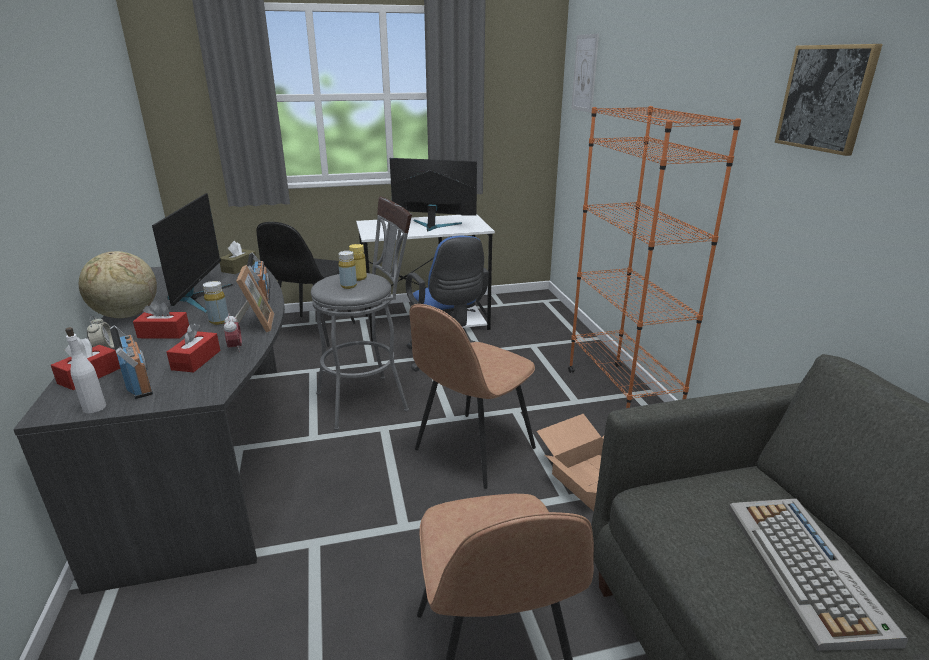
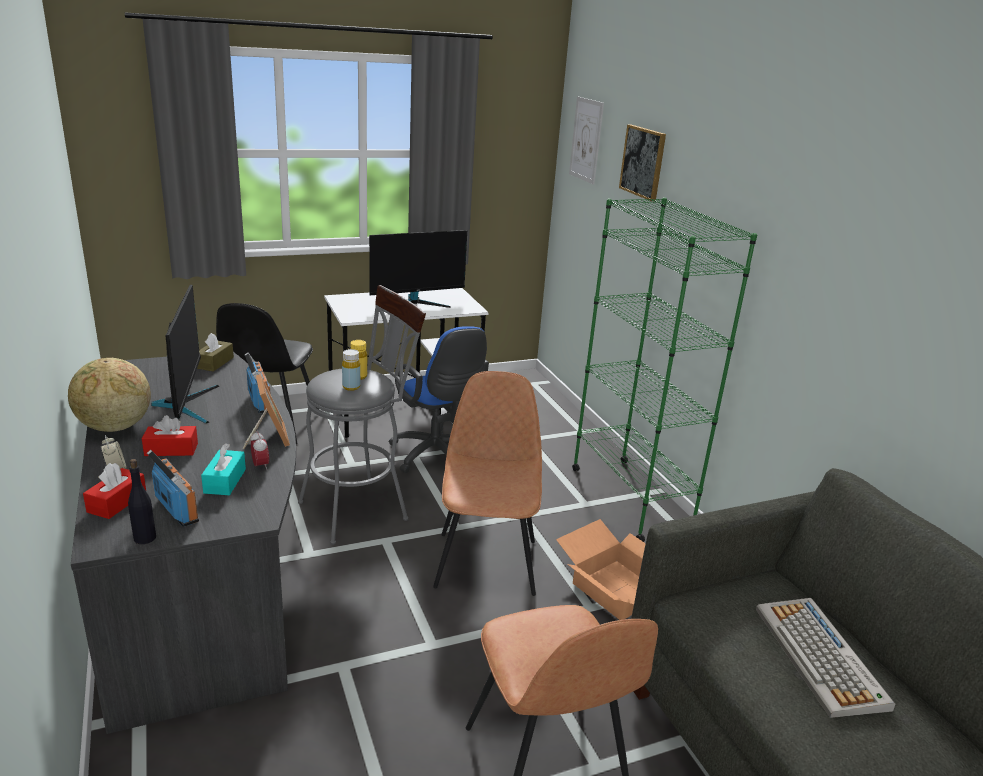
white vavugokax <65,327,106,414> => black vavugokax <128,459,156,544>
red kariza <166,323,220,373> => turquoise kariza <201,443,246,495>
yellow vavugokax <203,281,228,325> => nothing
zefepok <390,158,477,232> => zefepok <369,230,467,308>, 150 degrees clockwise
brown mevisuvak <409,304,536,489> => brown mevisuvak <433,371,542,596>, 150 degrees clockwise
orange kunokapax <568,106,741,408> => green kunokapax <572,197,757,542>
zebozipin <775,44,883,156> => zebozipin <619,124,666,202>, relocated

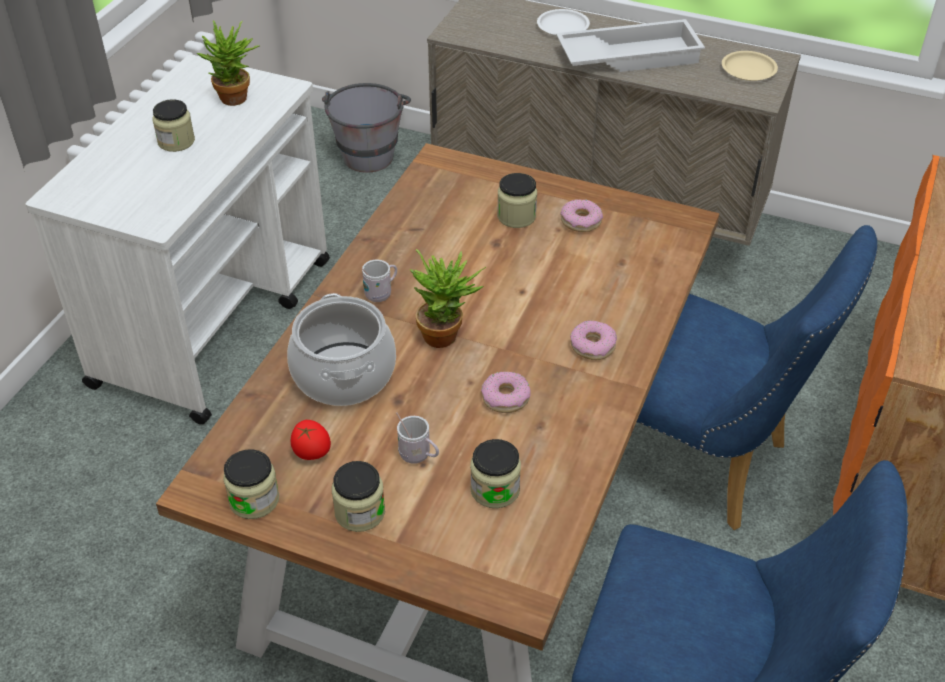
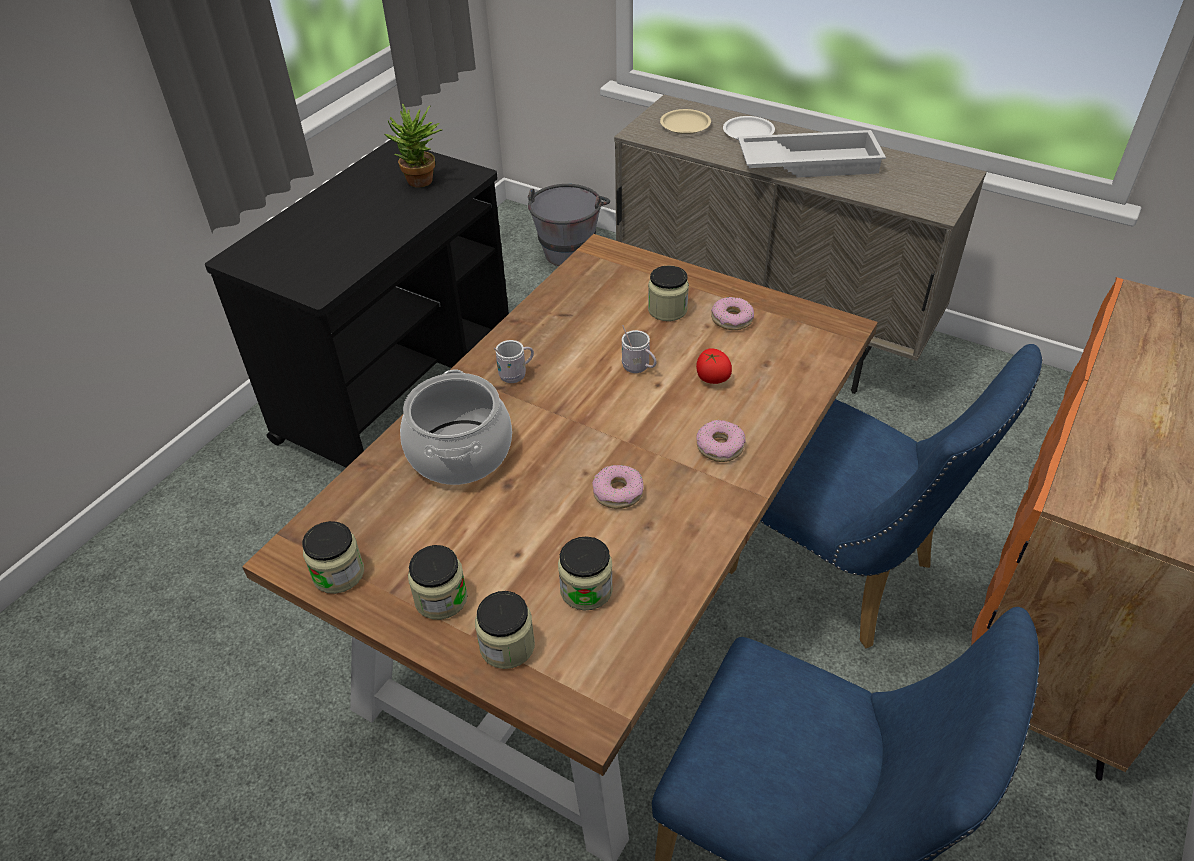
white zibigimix <25,54,330,425> => black zibigimix <205,140,509,468>
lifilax <152,99,195,152> => lifilax <475,591,535,669>, relocated
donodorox <291,420,331,460> => donodorox <696,348,732,384>, relocated
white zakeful <396,412,439,464> => white zakeful <622,325,657,373>, relocated
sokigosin <409,249,486,348> => nothing
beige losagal <722,51,778,81> => beige losagal <660,109,711,134>, relocated

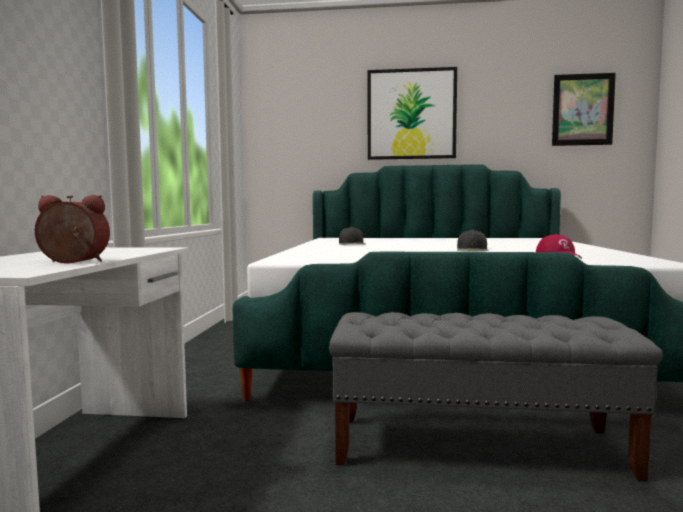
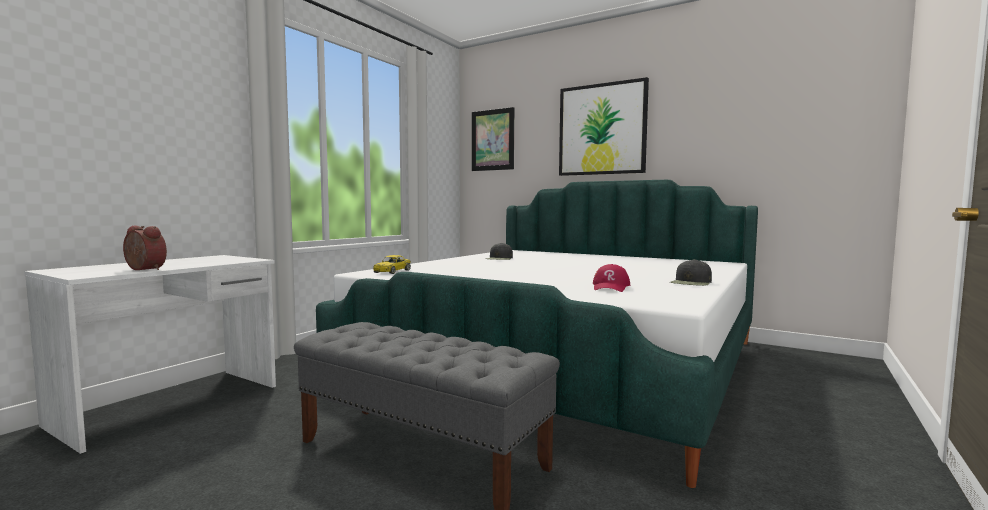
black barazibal <457,230,489,251> => black barazibal <670,259,712,286>, relocated
zebozipin <552,73,616,146> => zebozipin <472,107,514,171>, relocated
nothing => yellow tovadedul <373,255,411,274>

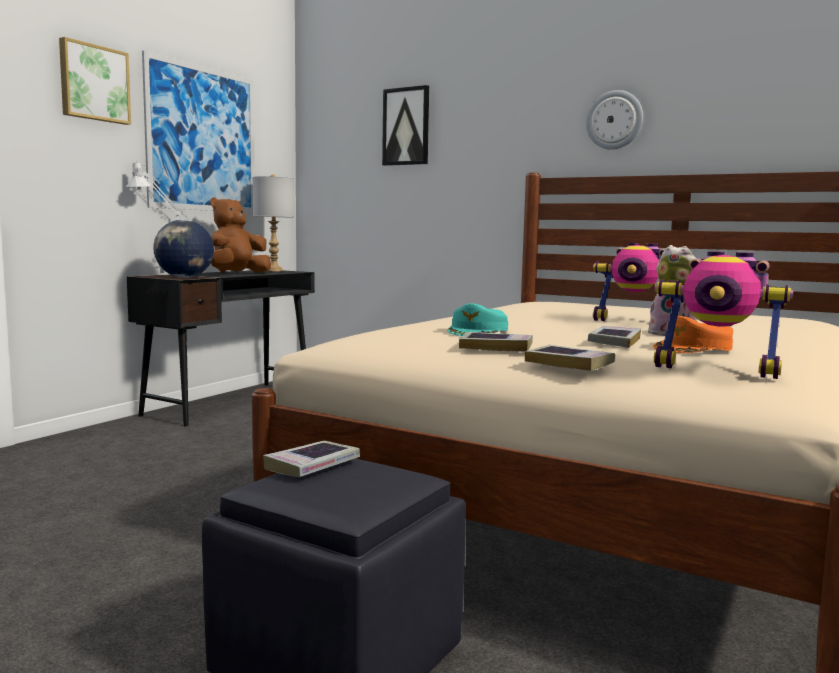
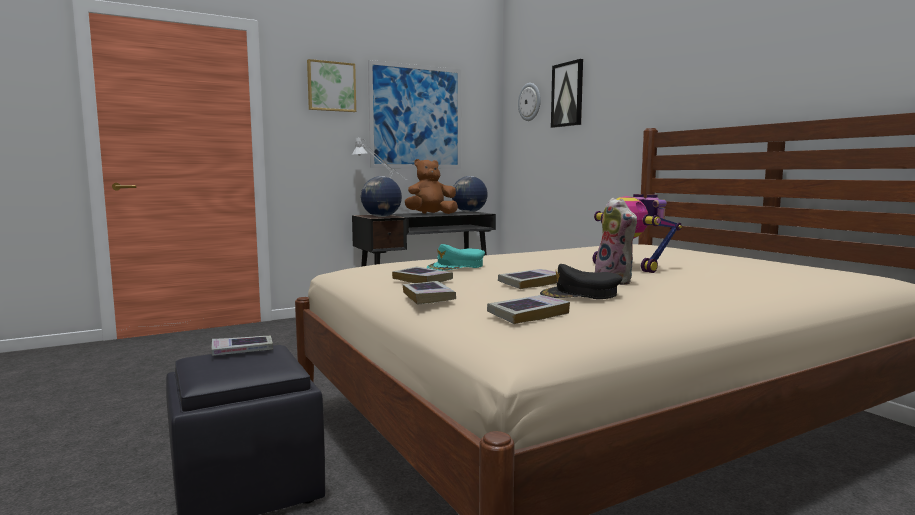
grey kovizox <252,174,294,271> => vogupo <452,176,488,212>
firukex <586,90,643,150> => firukex <518,83,541,121>, relocated
orange barazibal <653,316,733,353> => black barazibal <540,264,622,299>
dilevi <654,251,793,379> => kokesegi <487,295,570,324>

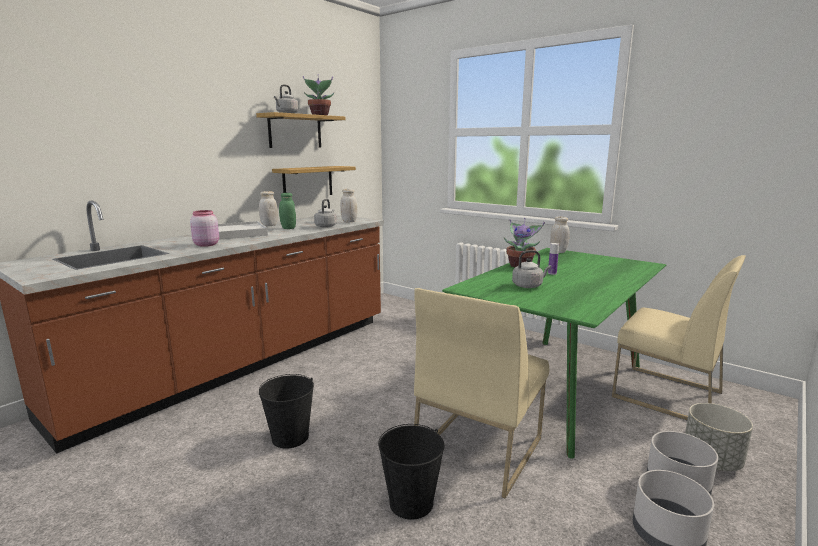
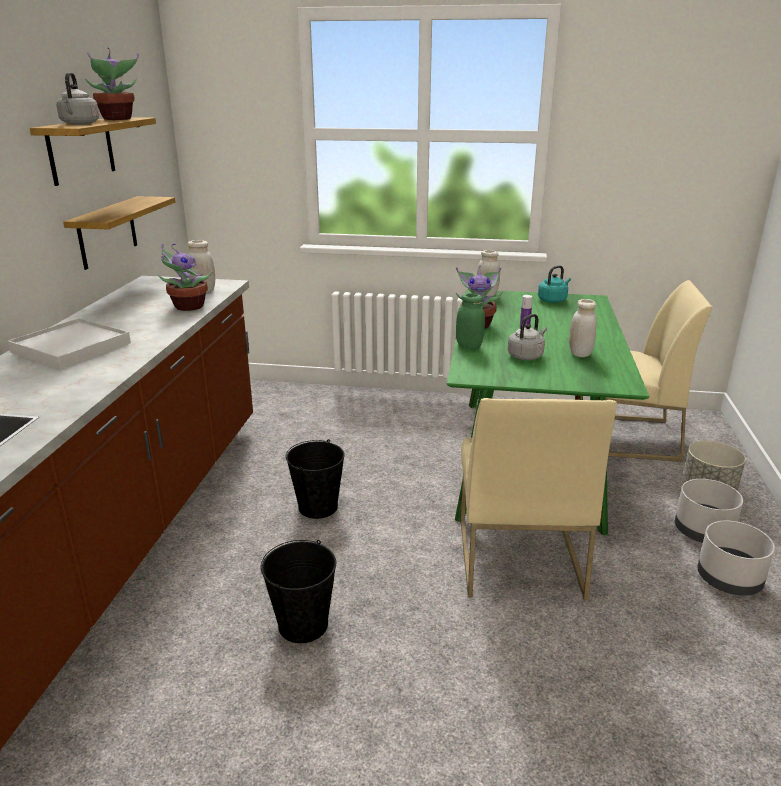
pink lifilax <190,210,219,247> => nothing
white lifilax <259,191,278,226> => white lifilax <569,299,597,357>, relocated
green lifilax <279,193,296,229> => green lifilax <456,293,485,350>, relocated
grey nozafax <314,199,337,228> => sokigosin <158,243,213,311>
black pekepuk <378,424,444,520> => black pekepuk <285,439,345,519>, relocated
nothing => turquoise nozafax <538,265,571,303>

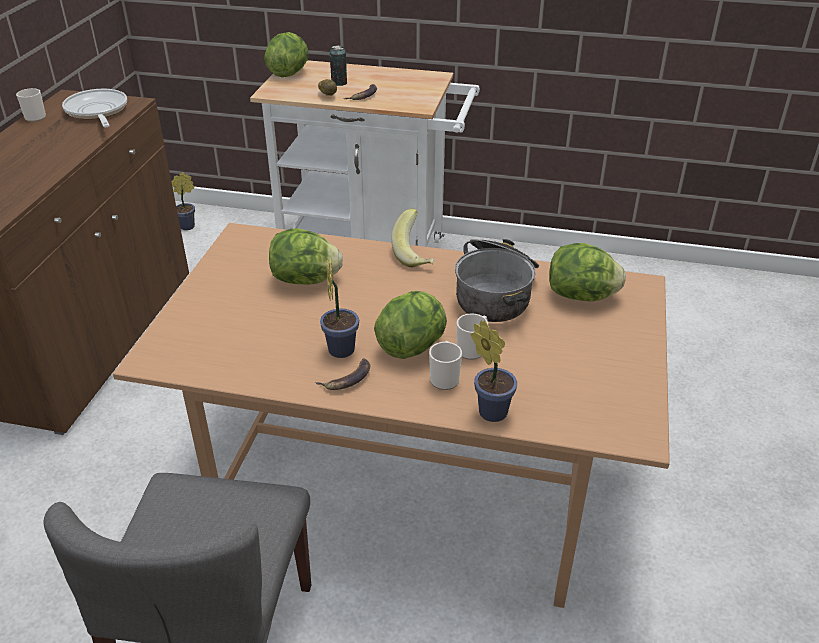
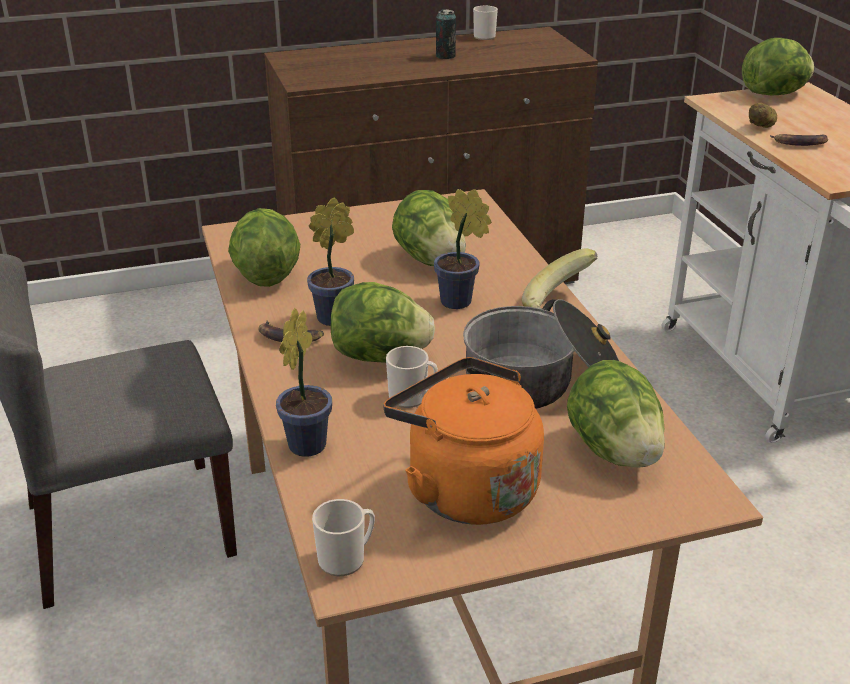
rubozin <62,89,127,127> => nothing
sokigosin <171,172,195,230> => sokigosin <434,189,492,309>, relocated
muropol <330,45,347,86> => muropol <436,9,456,59>, relocated
zakeful <429,341,462,390> => zakeful <312,499,375,576>, relocated
nothing => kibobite <228,208,300,287>
nothing => orange nozafax <383,357,544,525>

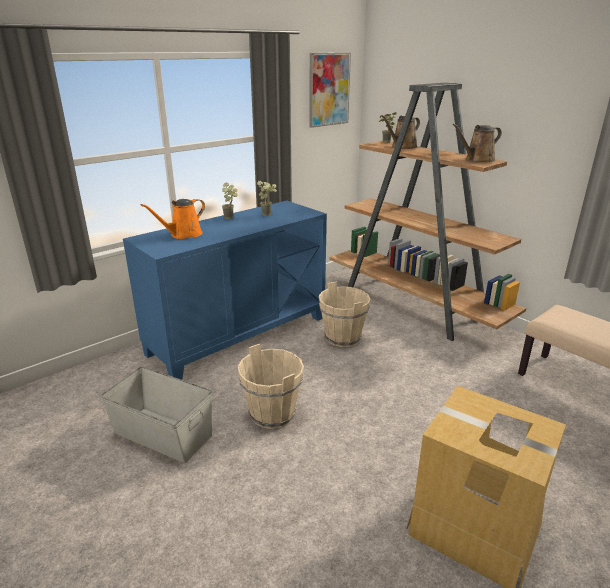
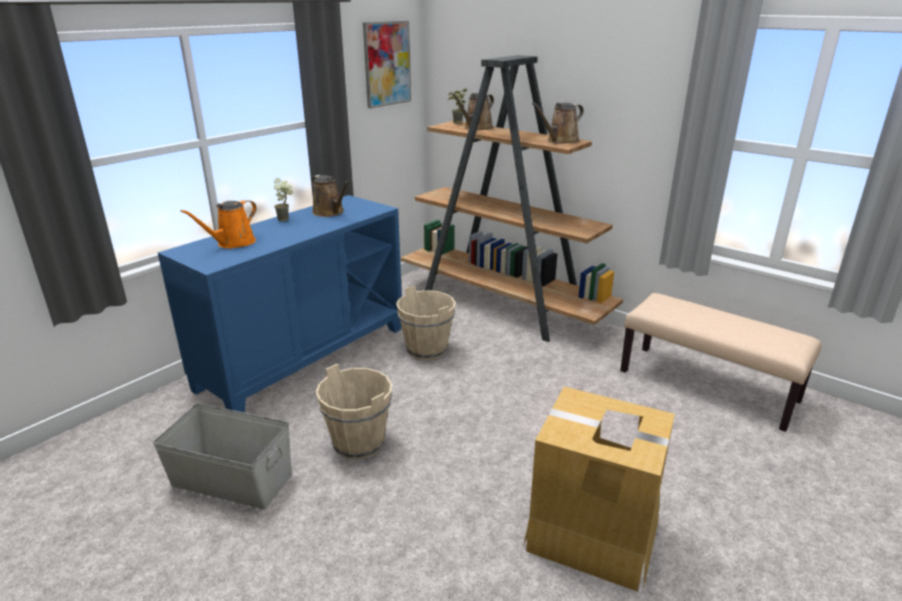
sokigosin <257,181,277,216> => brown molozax <311,175,350,217>

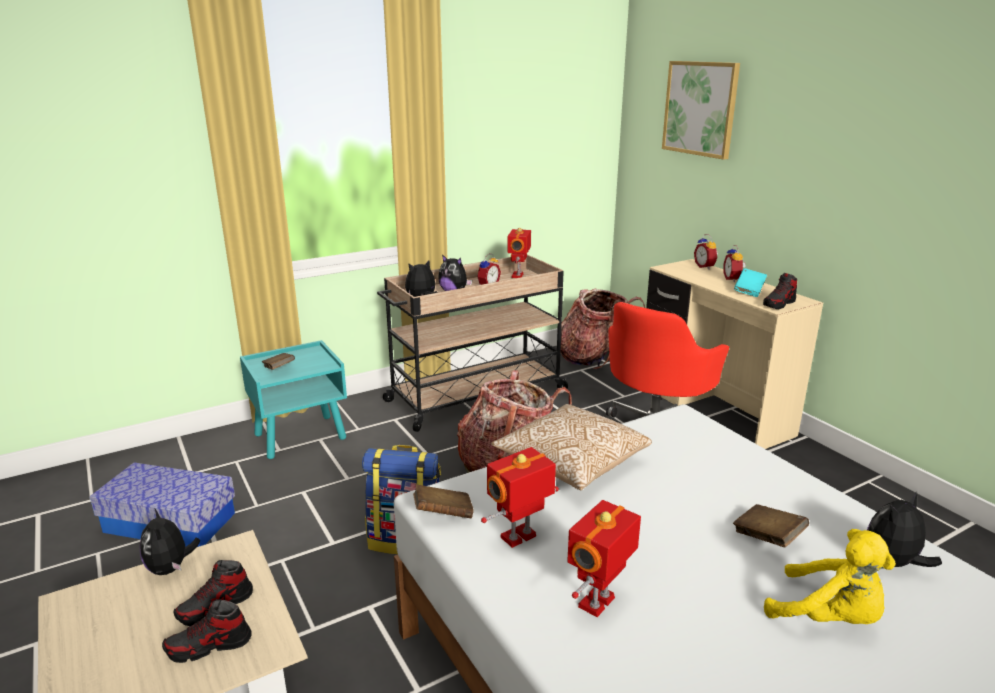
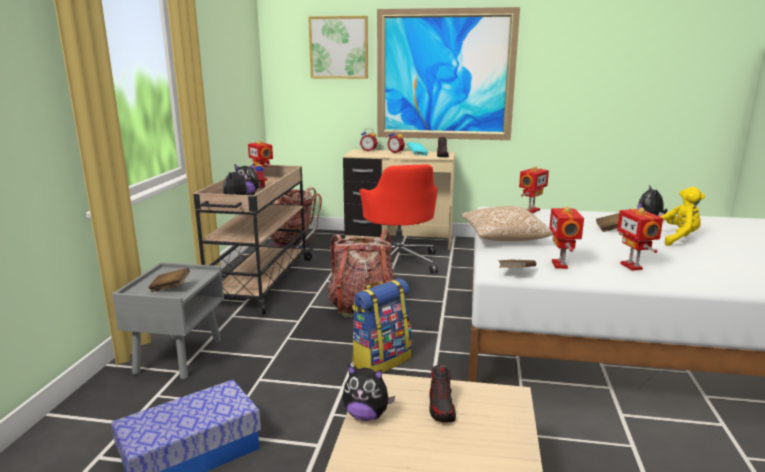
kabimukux <162,599,252,663> => nothing
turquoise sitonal <240,340,347,459> => grey sitonal <112,262,224,380>
nothing => zebozipin <377,7,520,140>
nothing => dilevi <519,166,549,213>

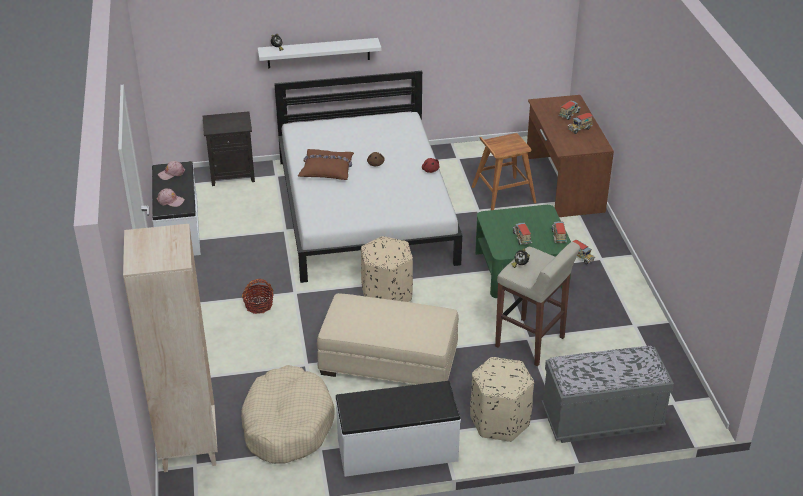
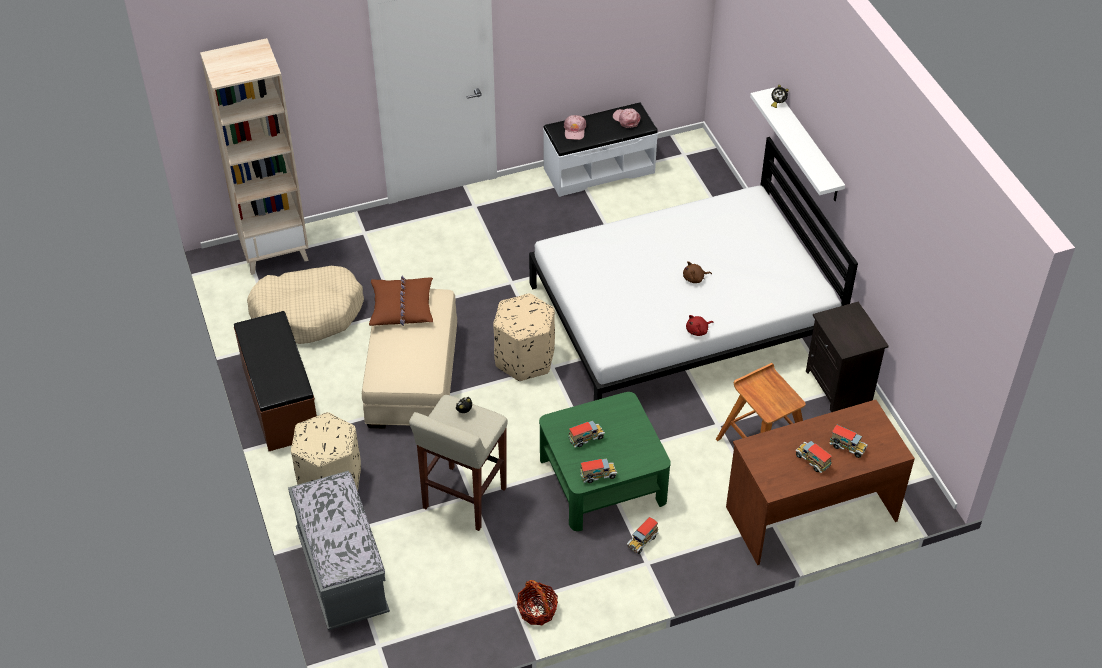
black sitonal <203,111,255,186> => black sitonal <806,302,889,412>, relocated
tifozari <242,279,273,314> => tifozari <517,580,558,625>, relocated
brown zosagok <298,149,354,180> => brown zosagok <369,276,433,326>, relocated
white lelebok <335,381,461,477> => brown lelebok <234,311,317,451>

